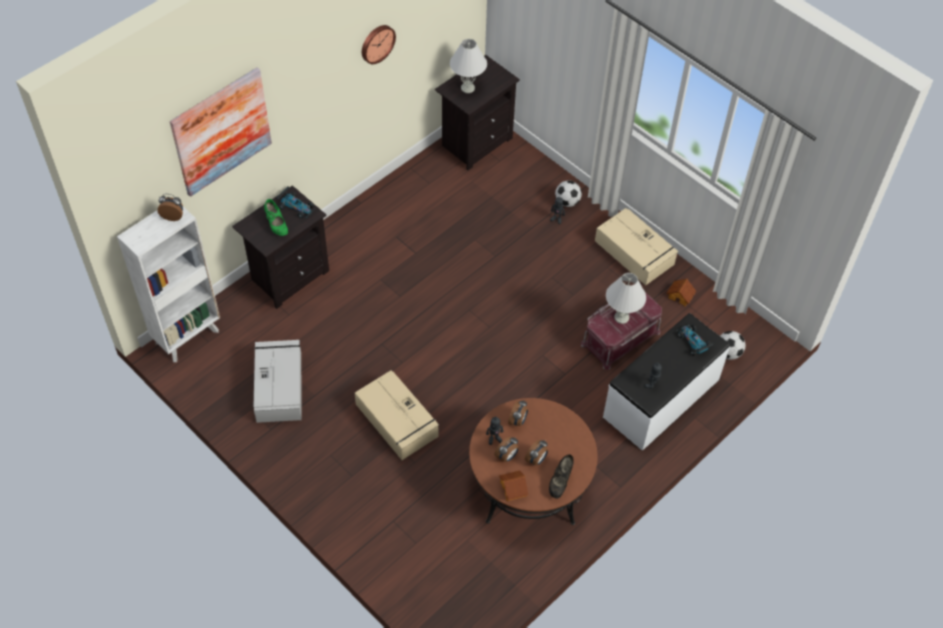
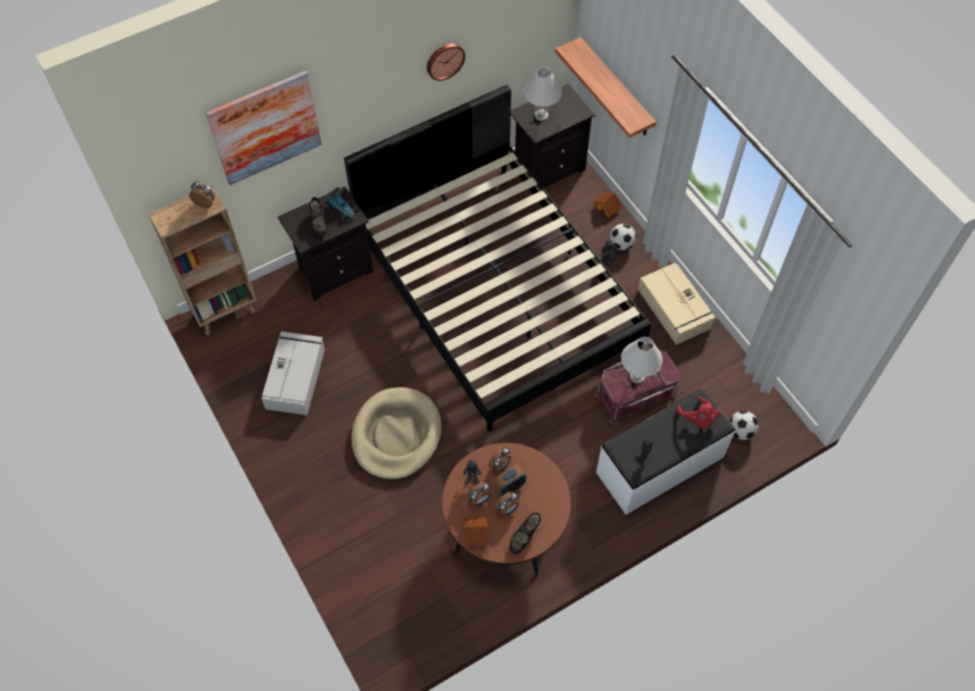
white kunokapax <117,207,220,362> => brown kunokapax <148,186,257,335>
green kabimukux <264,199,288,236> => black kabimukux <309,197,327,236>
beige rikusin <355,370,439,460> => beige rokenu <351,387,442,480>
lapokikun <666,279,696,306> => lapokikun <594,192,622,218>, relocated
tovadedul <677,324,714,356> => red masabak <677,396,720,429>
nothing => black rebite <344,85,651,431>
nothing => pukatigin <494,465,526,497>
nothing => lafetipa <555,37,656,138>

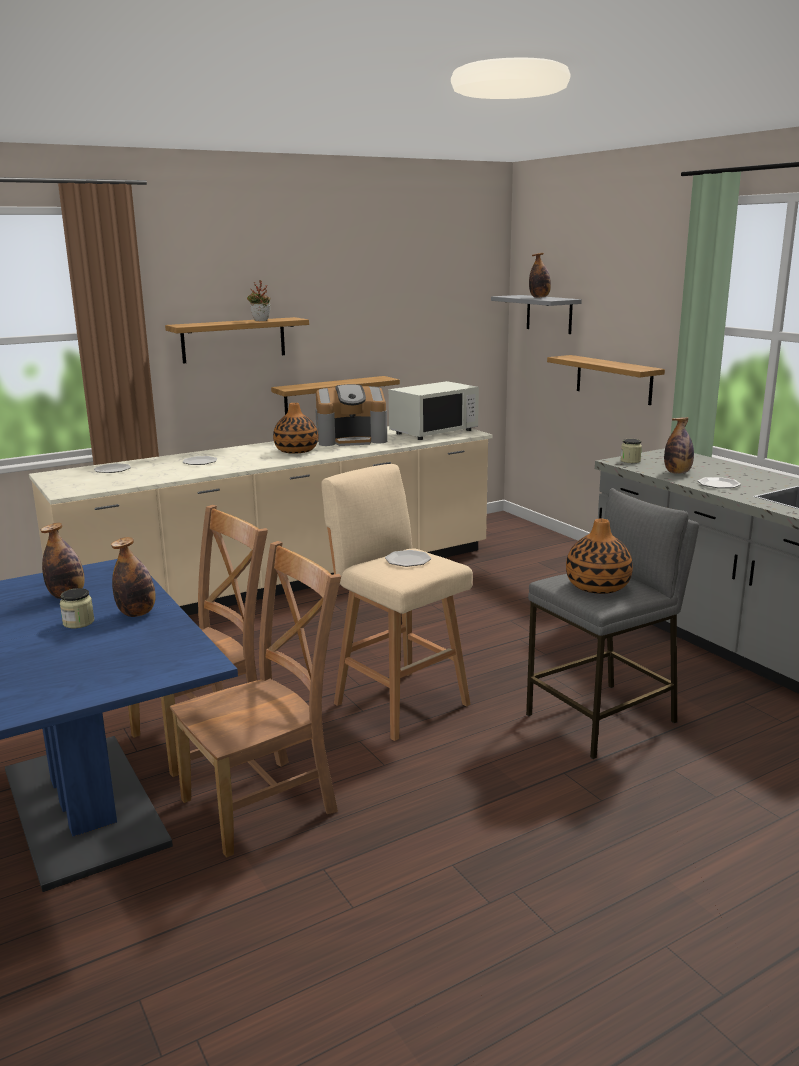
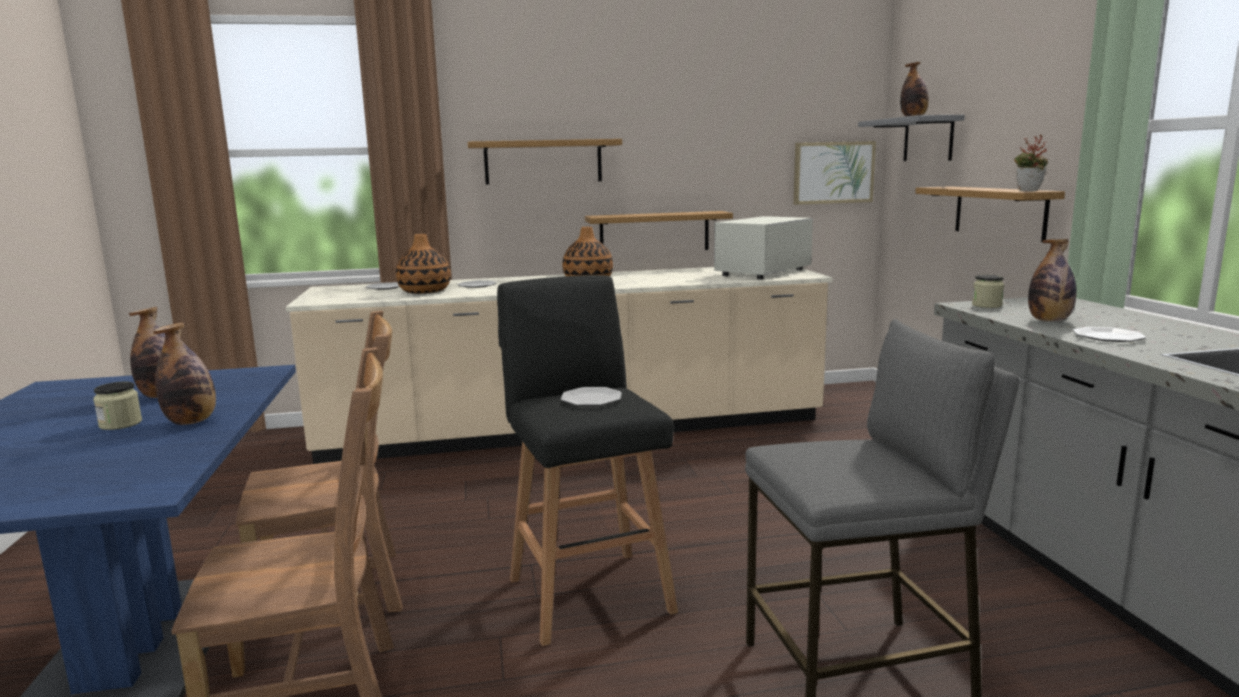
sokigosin <247,280,270,321> => sokigosin <1014,134,1048,191>, relocated
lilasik <315,384,387,446> => nothing
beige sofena <322,464,473,741> => black sofena <497,275,678,646>
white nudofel <389,381,479,440> => white nudofel <714,216,813,279>, 150 degrees clockwise
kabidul <566,519,633,594> => kabidul <396,234,451,294>, relocated
nothing => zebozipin <794,141,876,205>

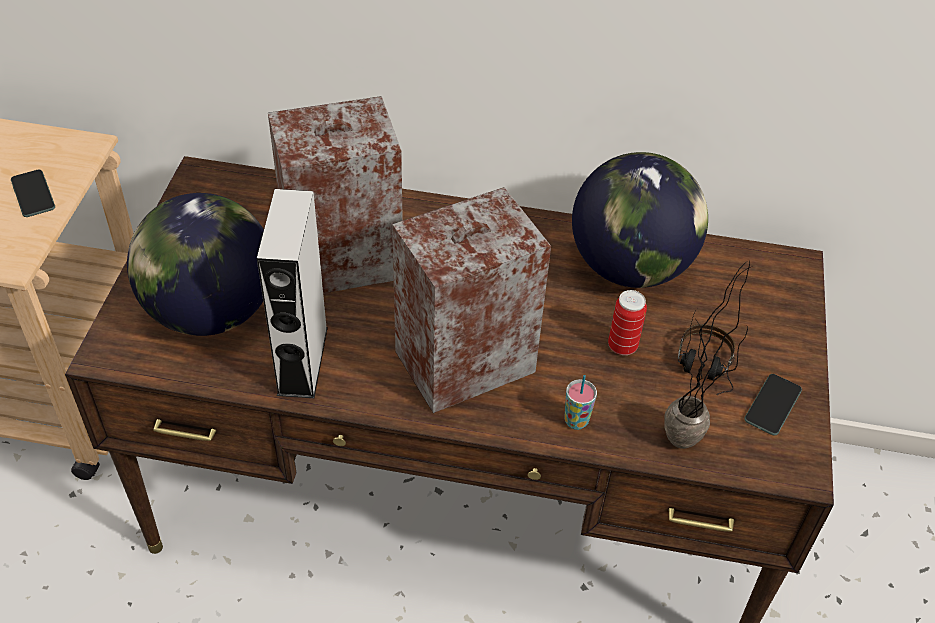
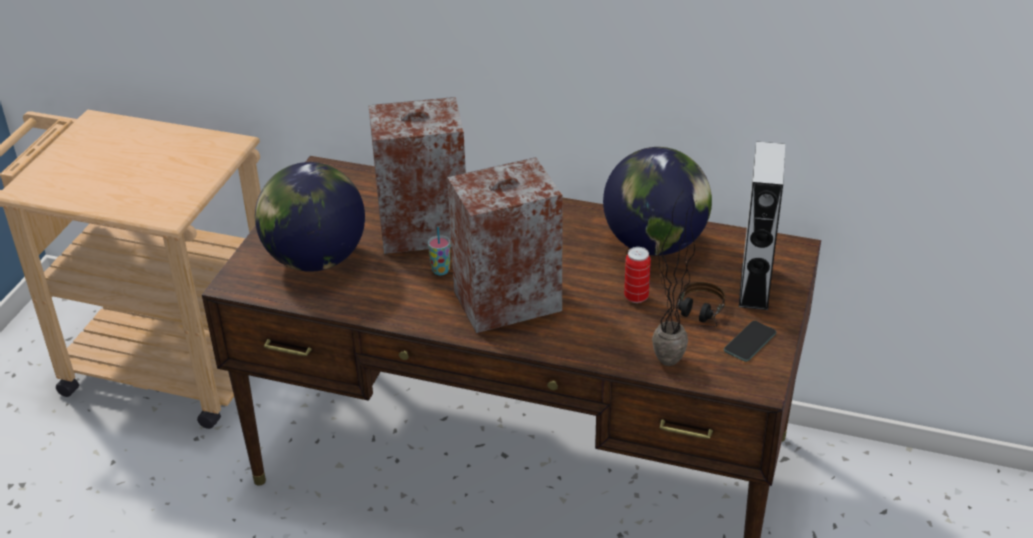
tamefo <11,170,55,217> => nothing
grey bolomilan <257,189,328,398> => grey bolomilan <739,141,785,310>, relocated
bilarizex <564,375,597,430> => bilarizex <428,227,450,275>, relocated

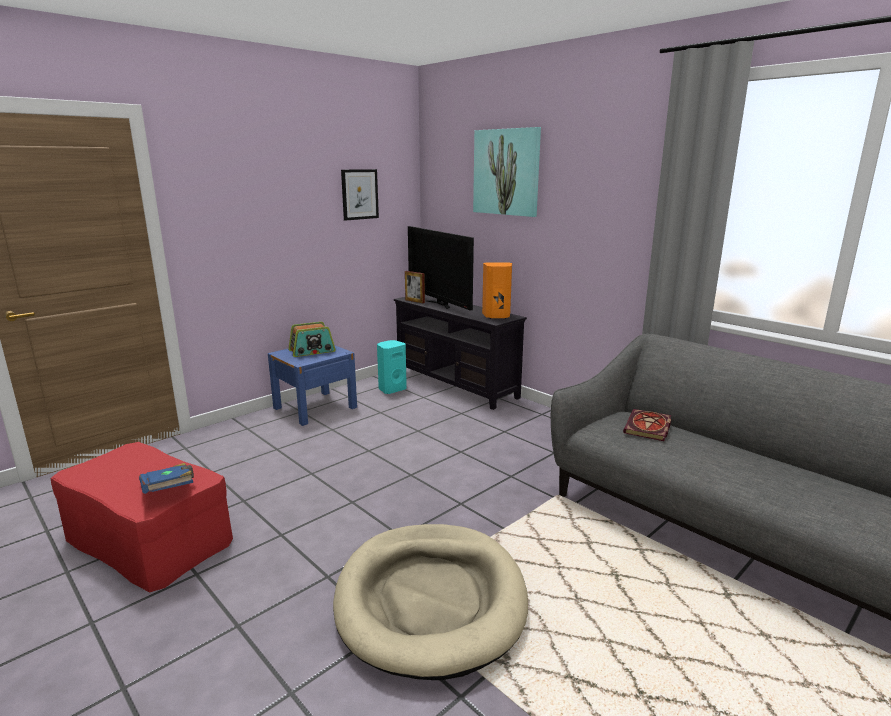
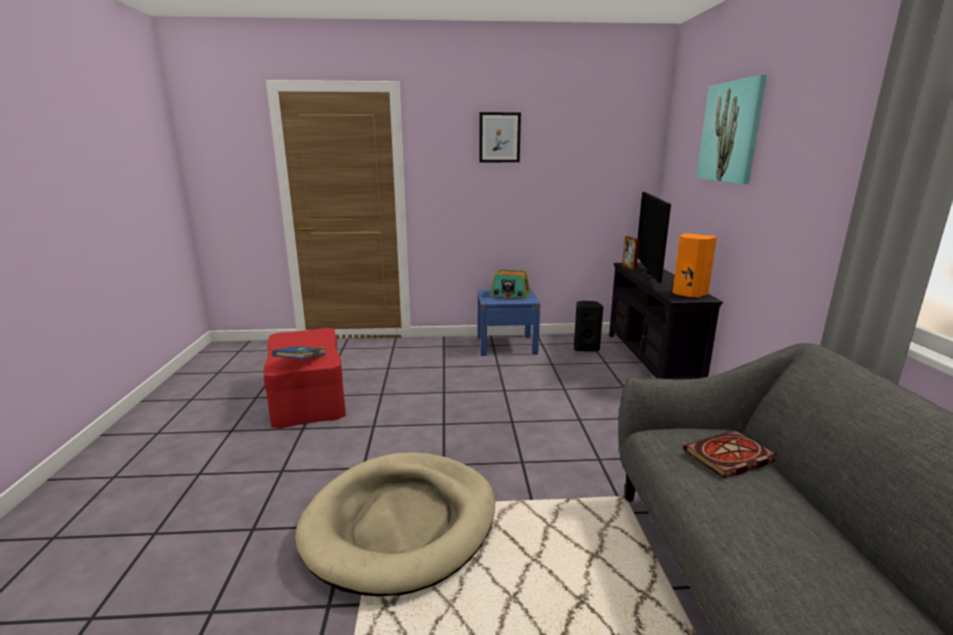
zebozipin <341,169,379,221> => zebozipin <479,112,521,162>, relocated
turquoise bolomilan <377,340,407,394> => black bolomilan <574,301,604,351>

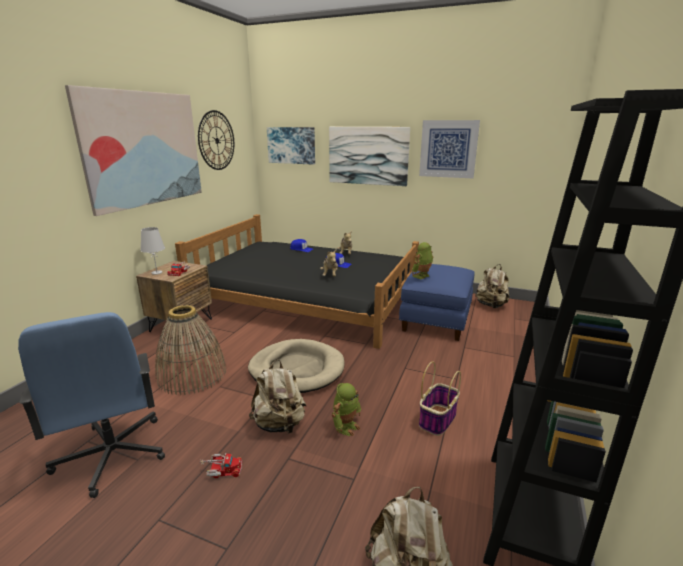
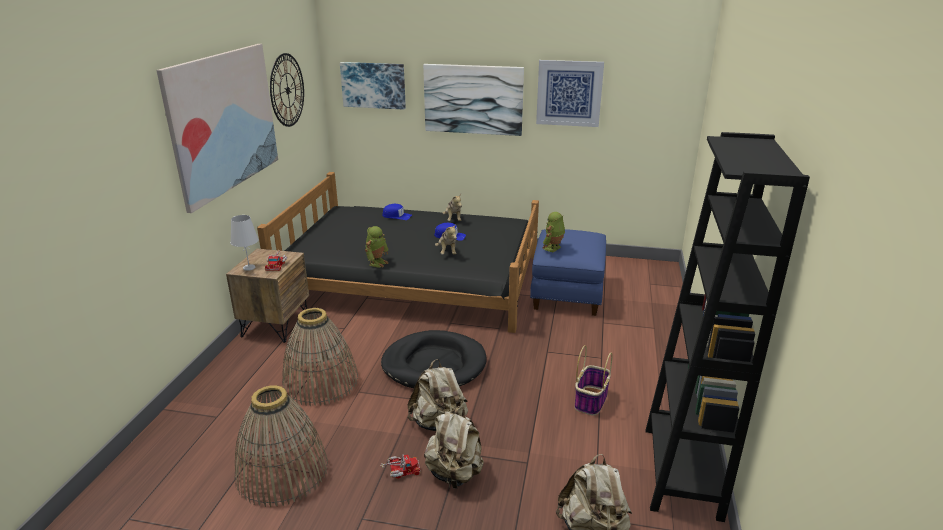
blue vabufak <18,312,165,498> => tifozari <234,385,328,507>
beige rokenu <248,339,344,393> => black rokenu <381,330,487,388>
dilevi <332,383,361,436> => dilevi <365,226,389,268>, relocated
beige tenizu <475,264,509,308> => beige tenizu <424,406,484,489>, relocated

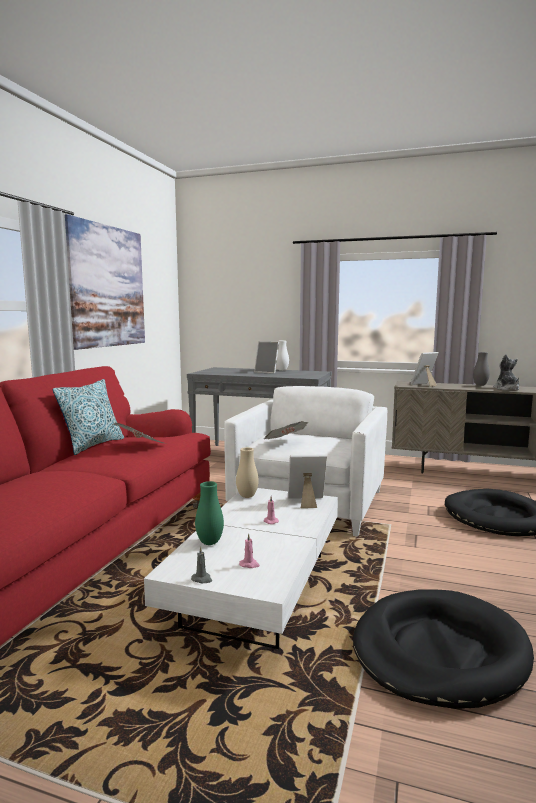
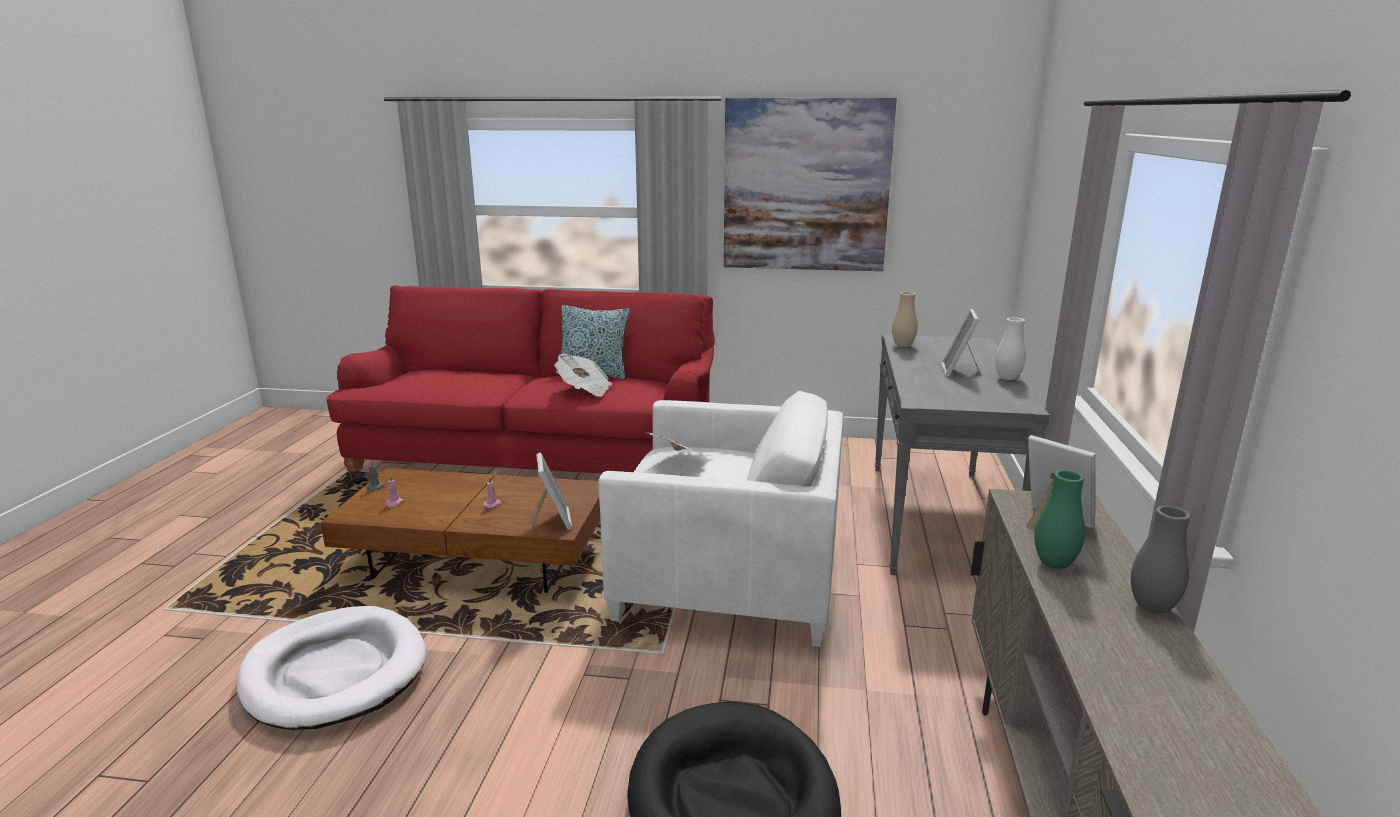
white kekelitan <144,488,338,649> => brown kekelitan <321,468,600,593>
green kabidul <195,481,224,545> => green kabidul <1035,470,1085,569>, relocated
beige kabidul <236,447,259,498> => beige kabidul <892,292,918,347>, relocated
black rokenu <353,590,534,709> => white rokenu <237,606,426,730>
masabak <493,354,519,390> => nothing

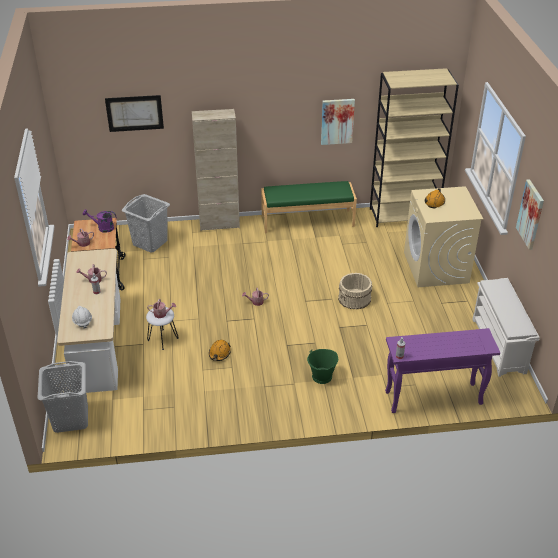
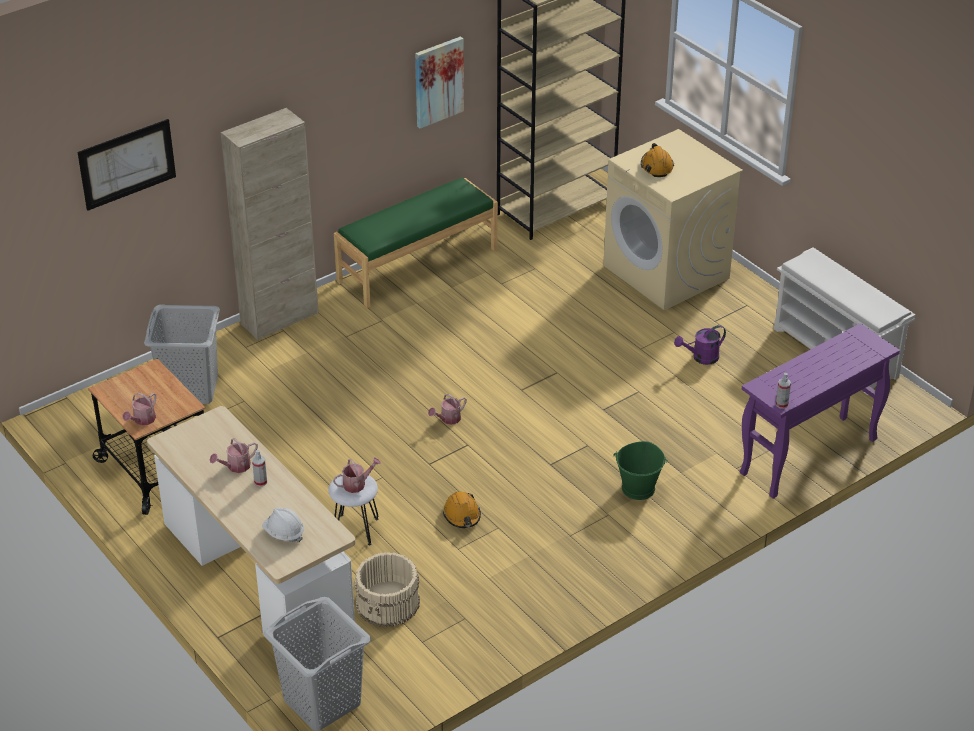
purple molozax <82,209,116,233> => purple molozax <674,325,726,365>, relocated
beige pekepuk <338,273,372,310> => beige pekepuk <355,552,420,627>, relocated
zebozipin <516,179,544,250> => nothing

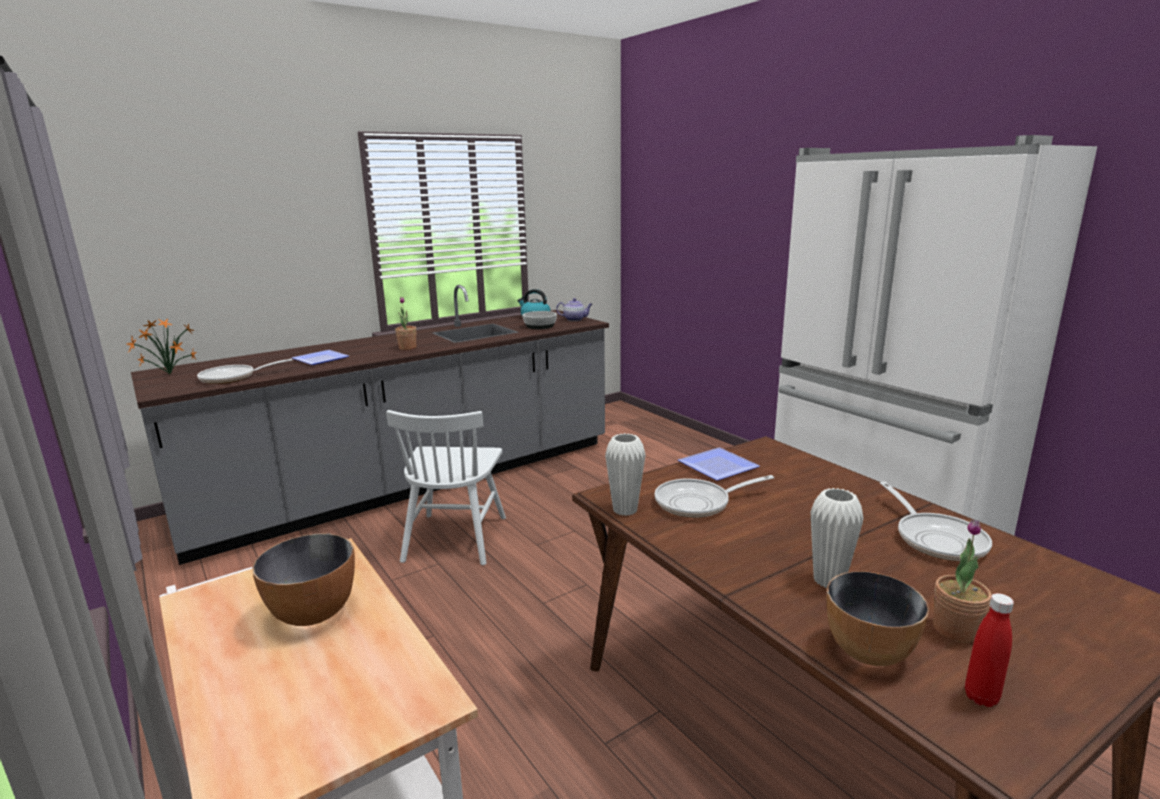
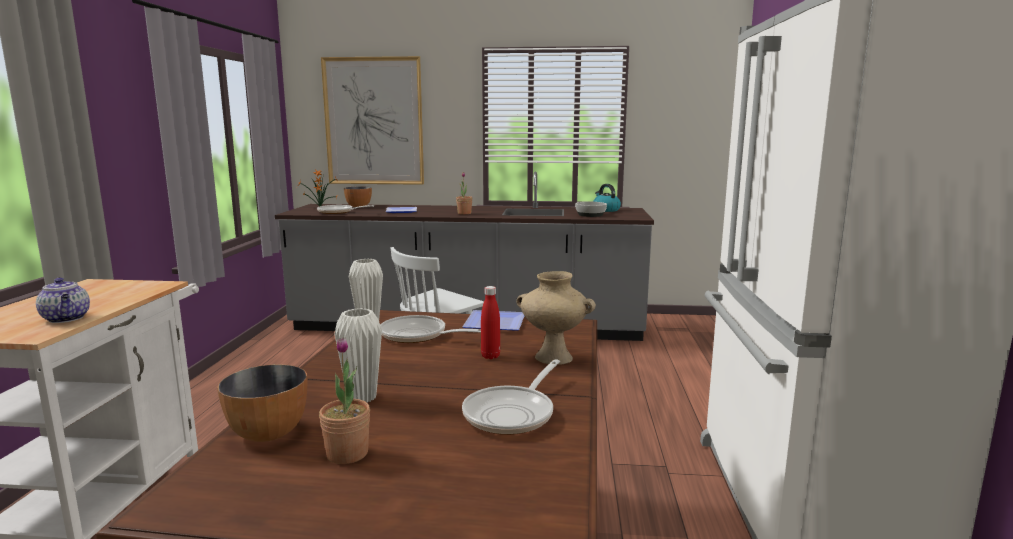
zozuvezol <252,534,355,626> => zozuvezol <344,186,372,208>, relocated
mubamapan <556,298,593,321> => mubamapan <36,278,90,323>, relocated
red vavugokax <965,593,1014,707> => red vavugokax <481,286,500,359>, relocated
nothing => zebozipin <321,56,424,185>
nothing => beige kabidul <516,271,596,365>

